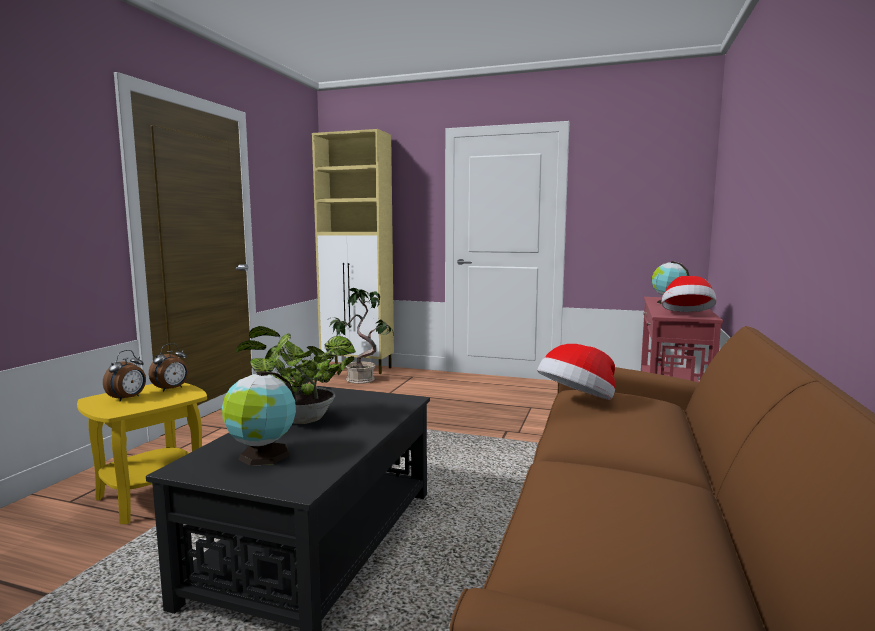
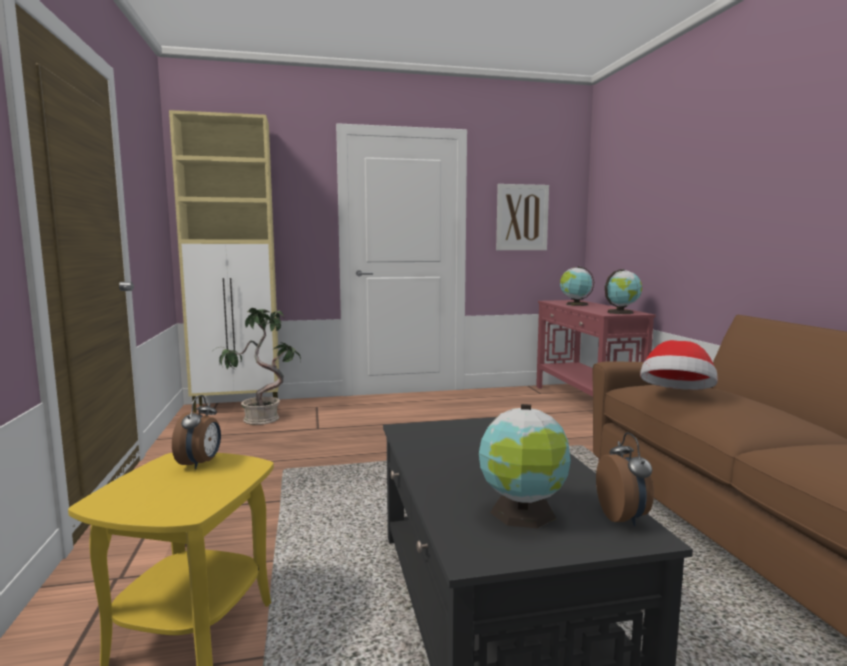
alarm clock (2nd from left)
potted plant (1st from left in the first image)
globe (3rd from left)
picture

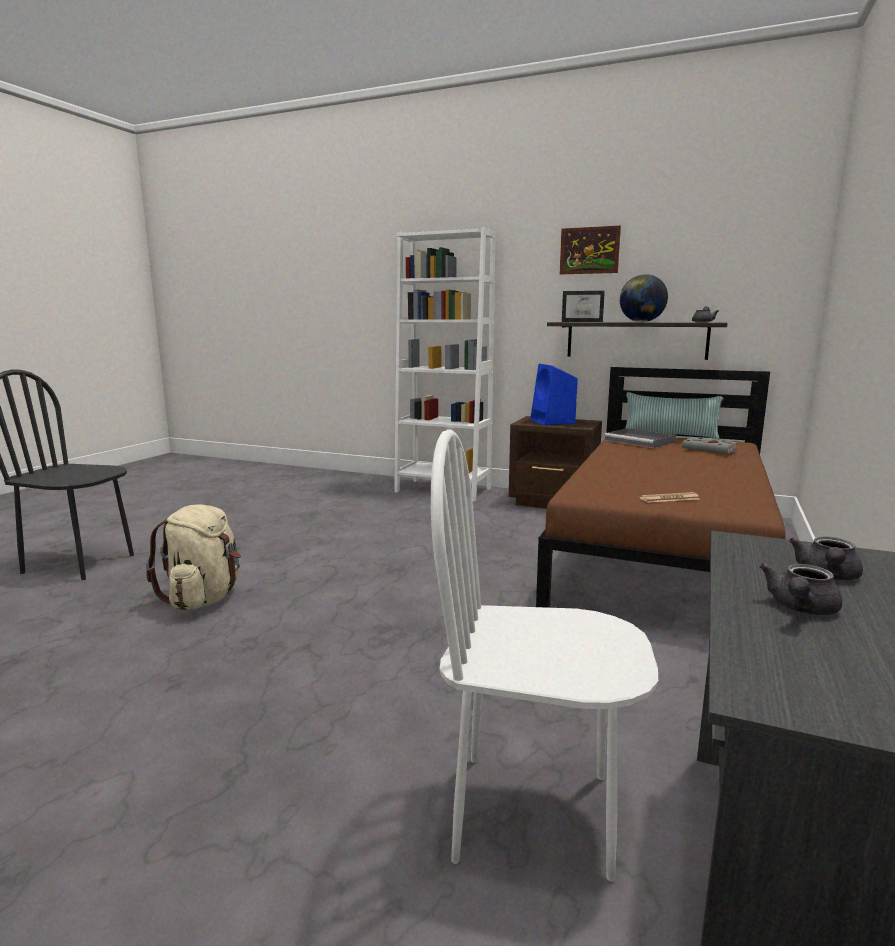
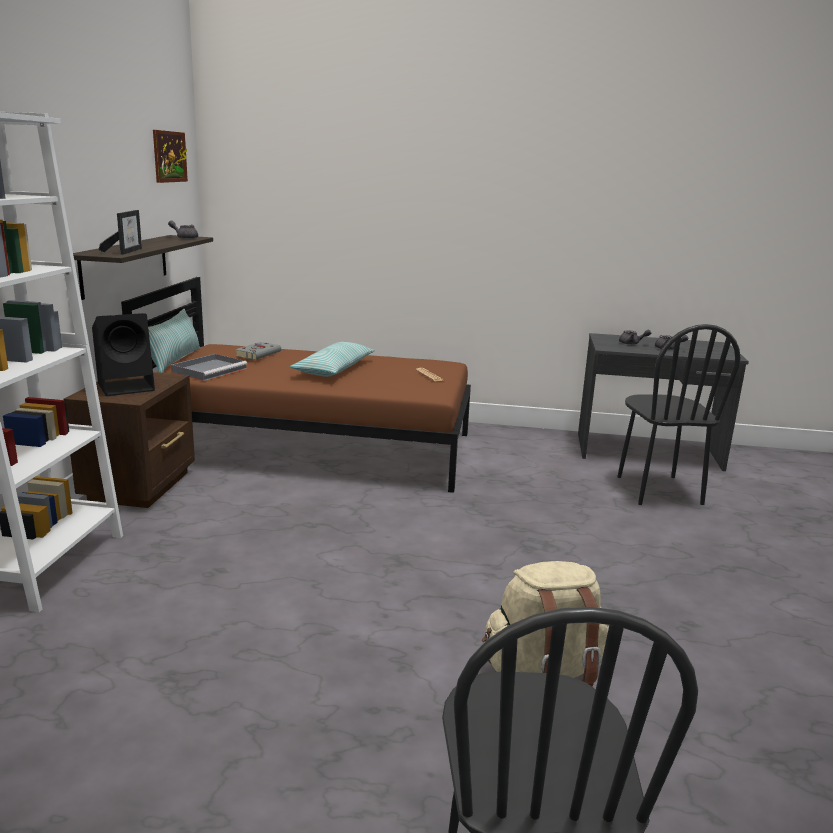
black chair (2nd from left)
black speaker
picture
globe
pillow (2nd from left)

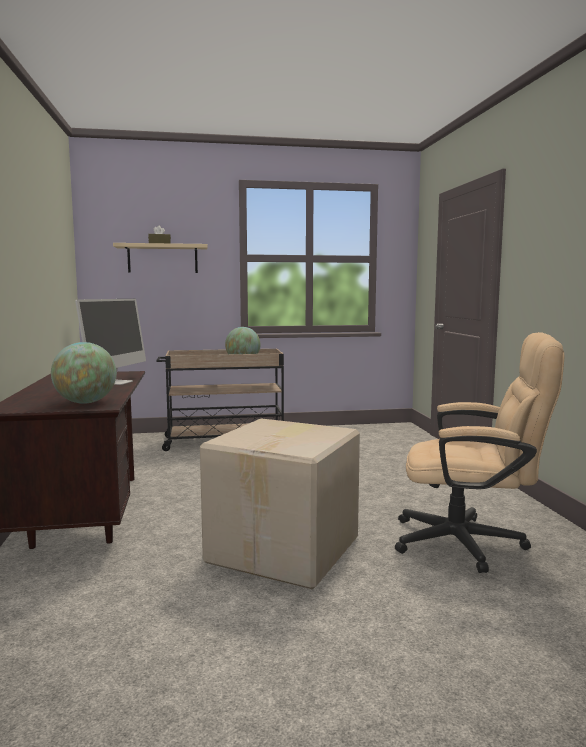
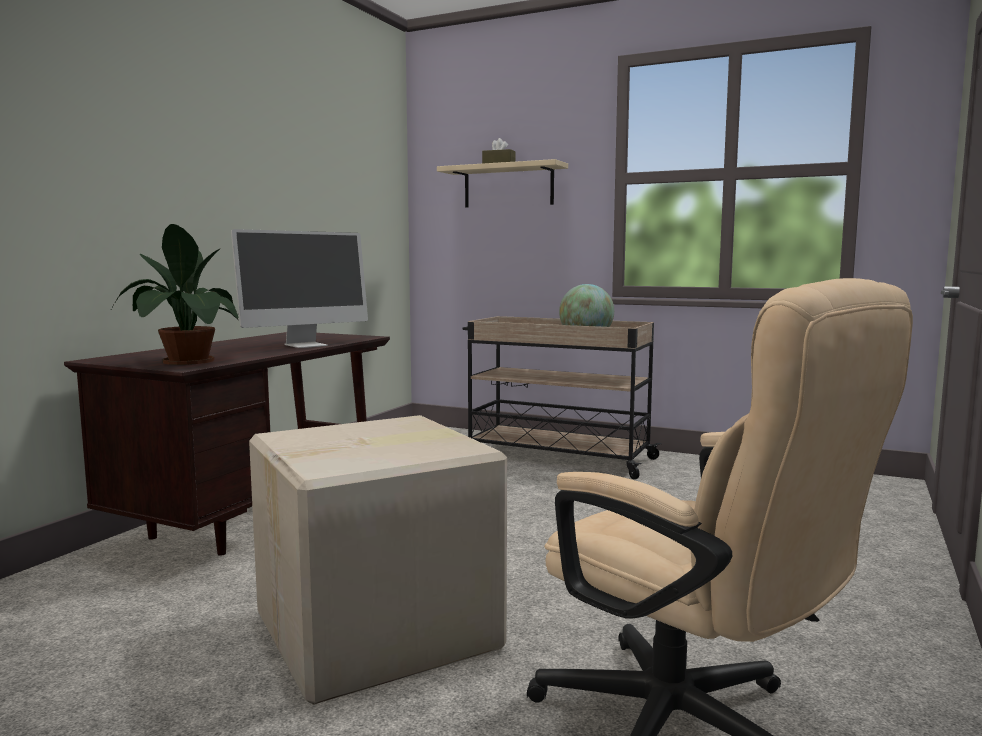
potted plant

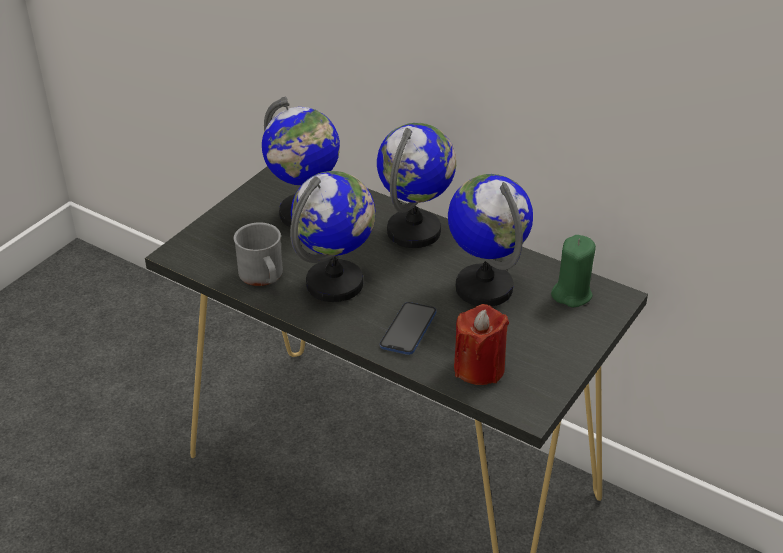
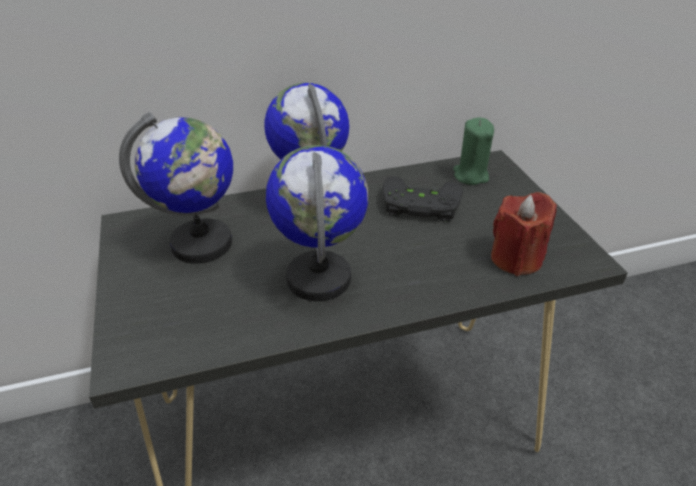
grey mug
phone
black game controller

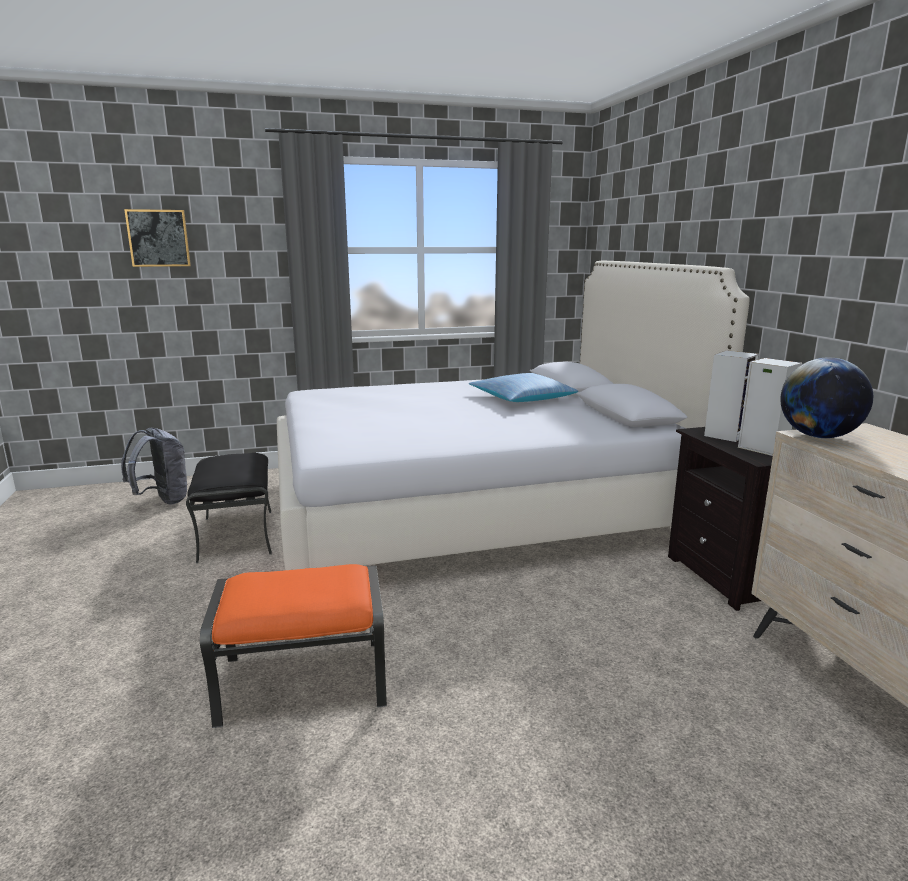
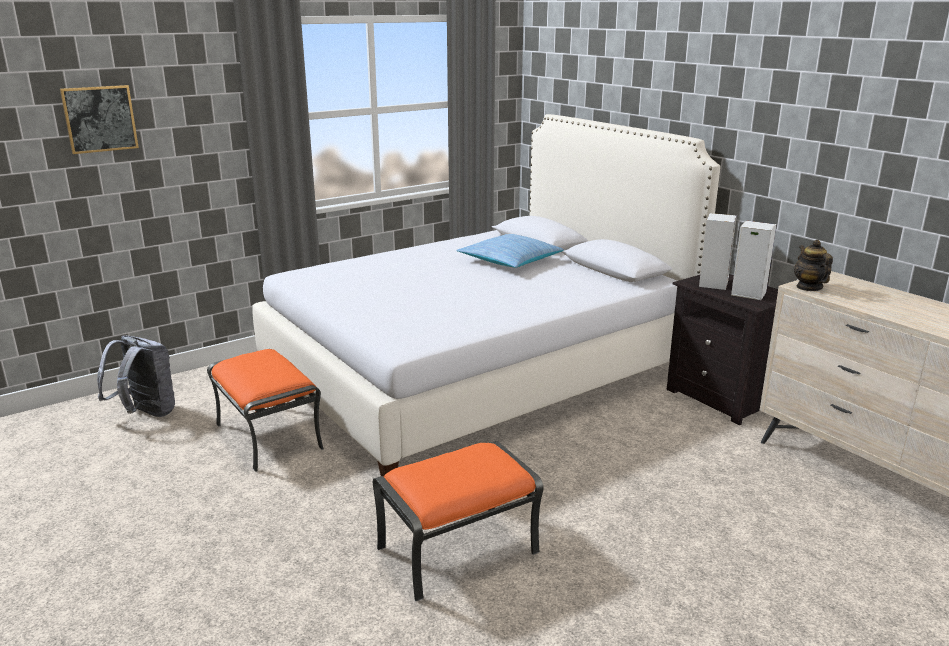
orange ottoman (1st from left)
teapot

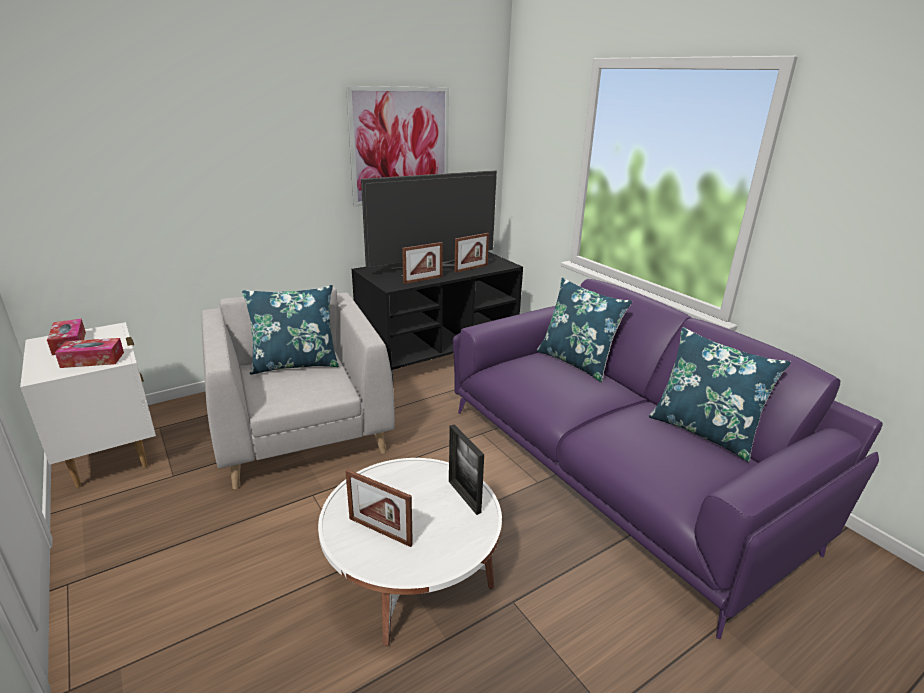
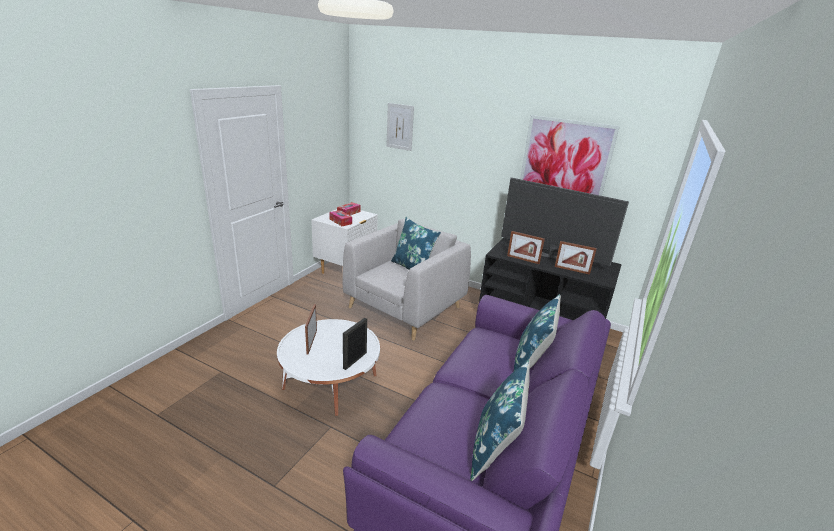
picture (1st from left)

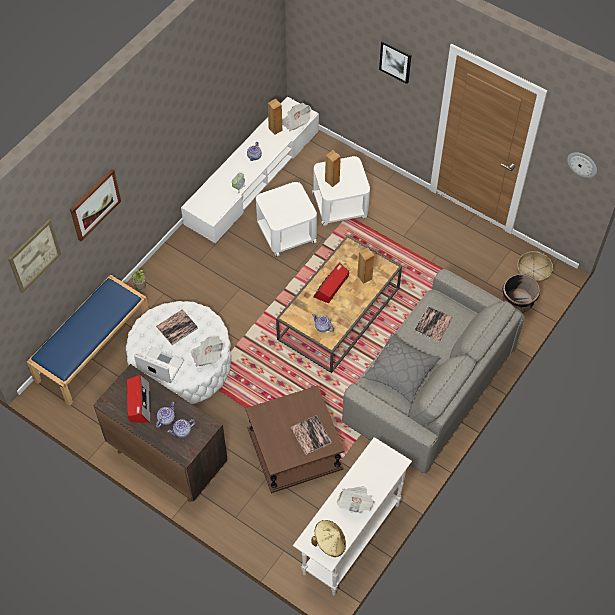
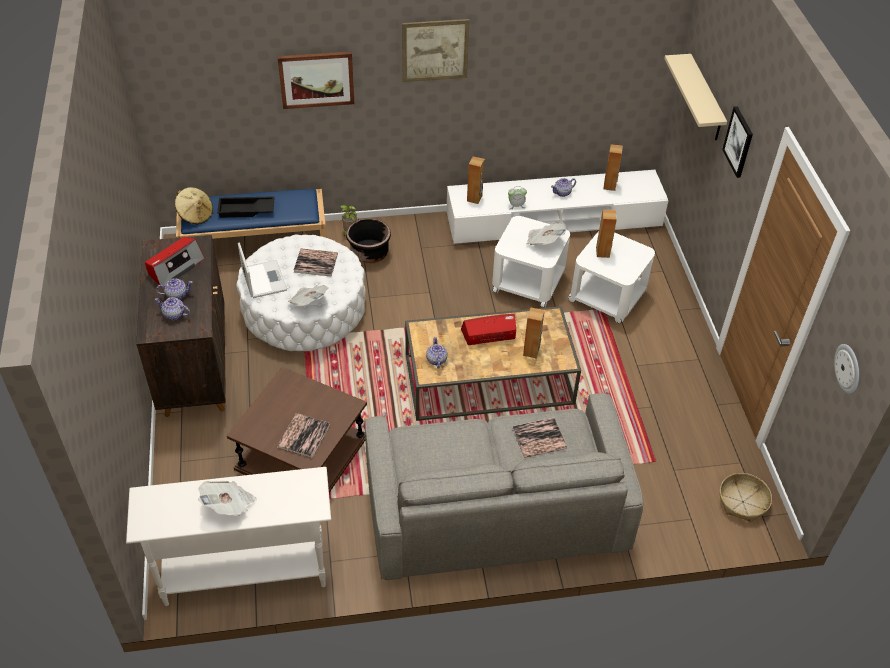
picture (2nd from left)
newspaper (3rd from left)
beige hat
grey pillow
black planter
black tray
brown speaker (1st from left)
beige shelf

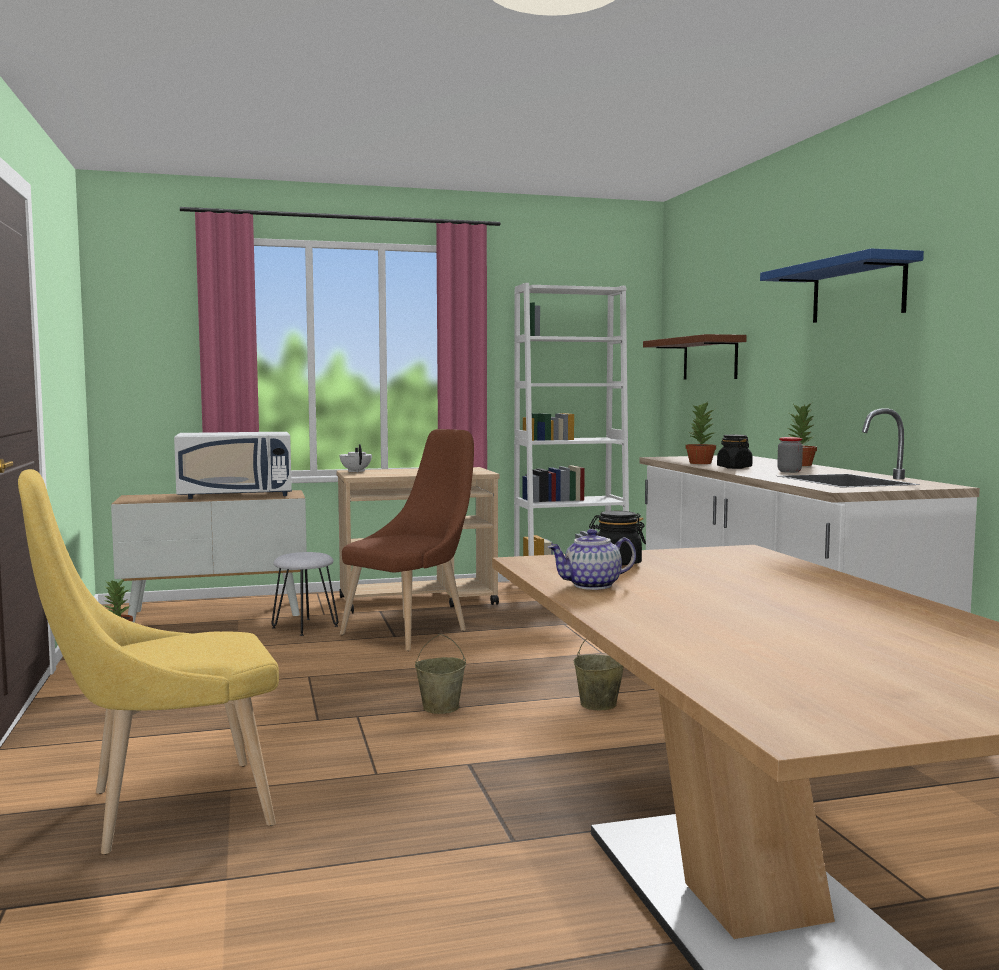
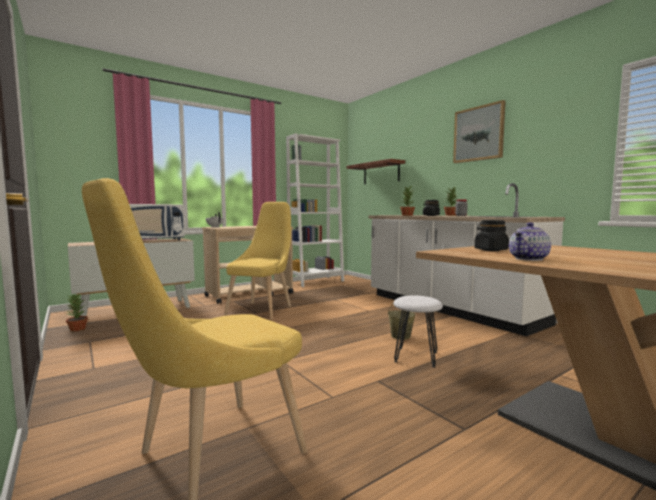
white stool
yellow chair (2nd from left)
beige bucket (1st from left in the first image)
picture

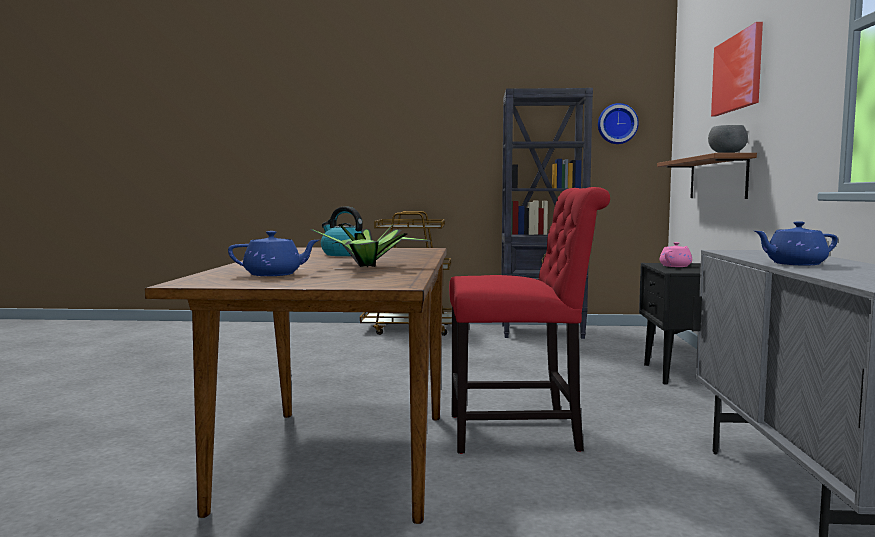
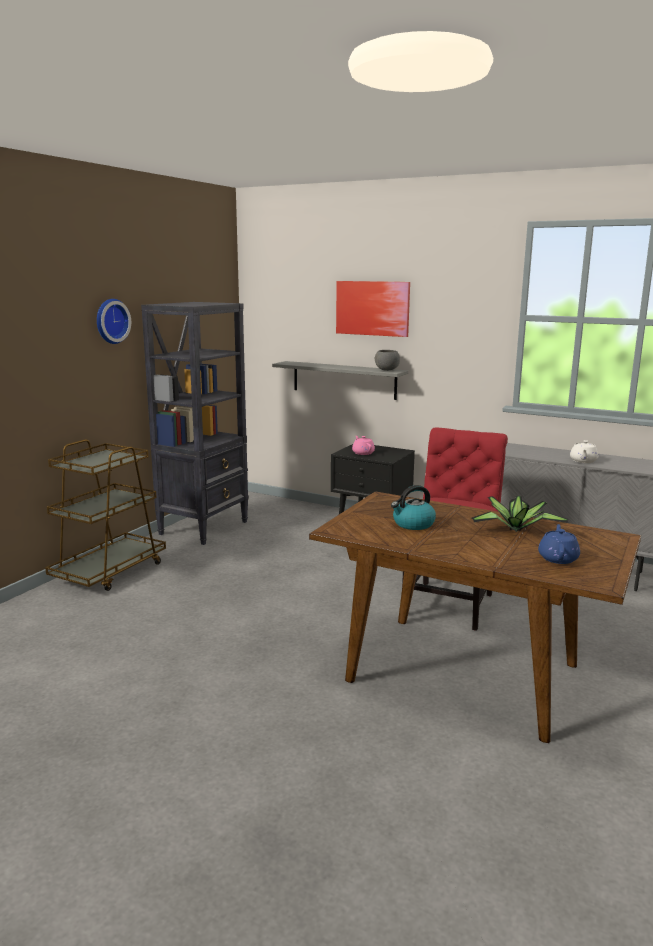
wall clock
grey shelf
white teapot

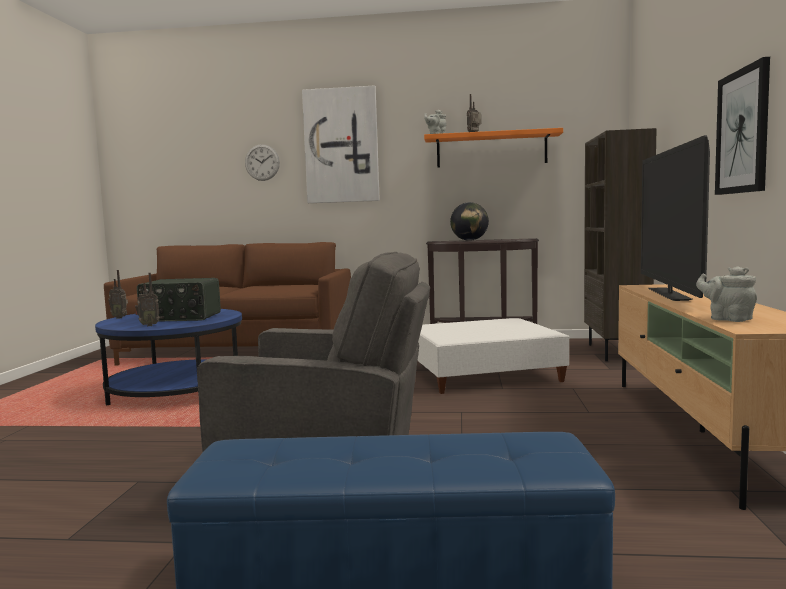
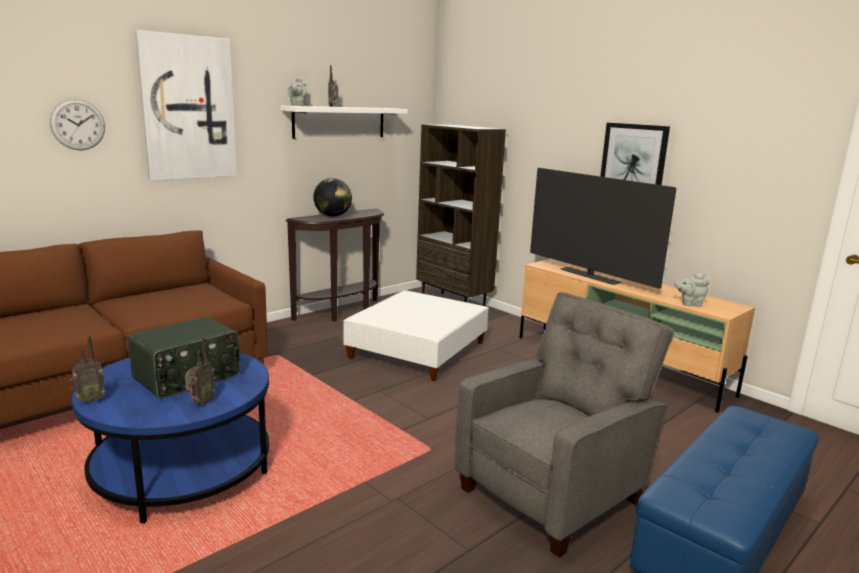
white shelf

